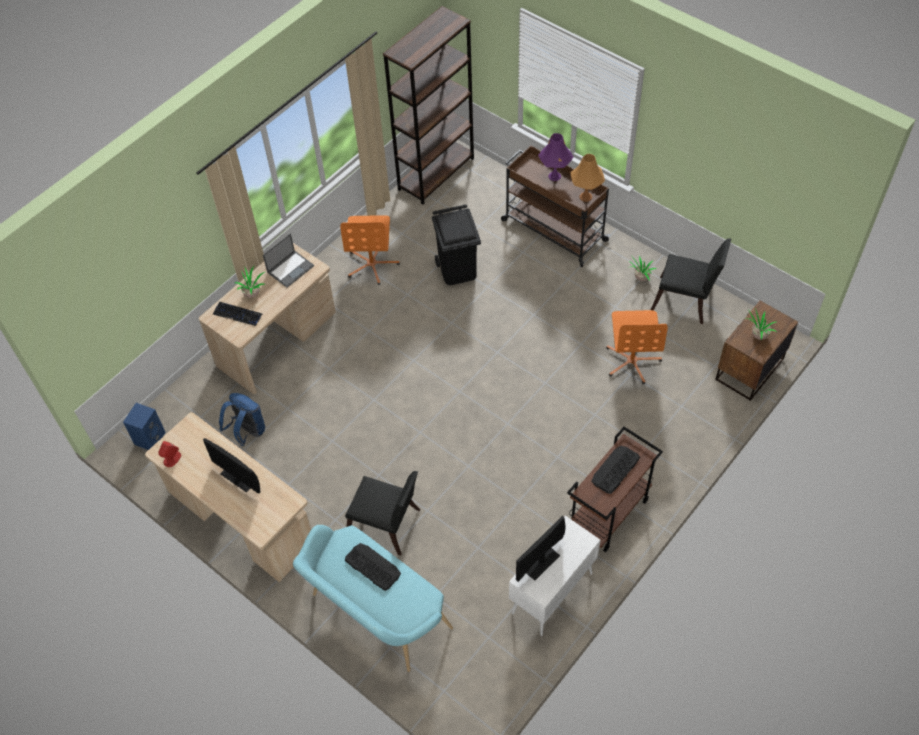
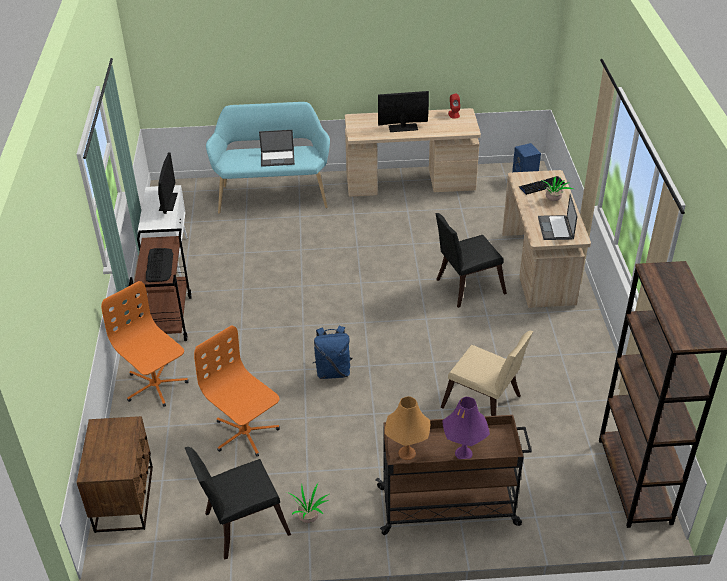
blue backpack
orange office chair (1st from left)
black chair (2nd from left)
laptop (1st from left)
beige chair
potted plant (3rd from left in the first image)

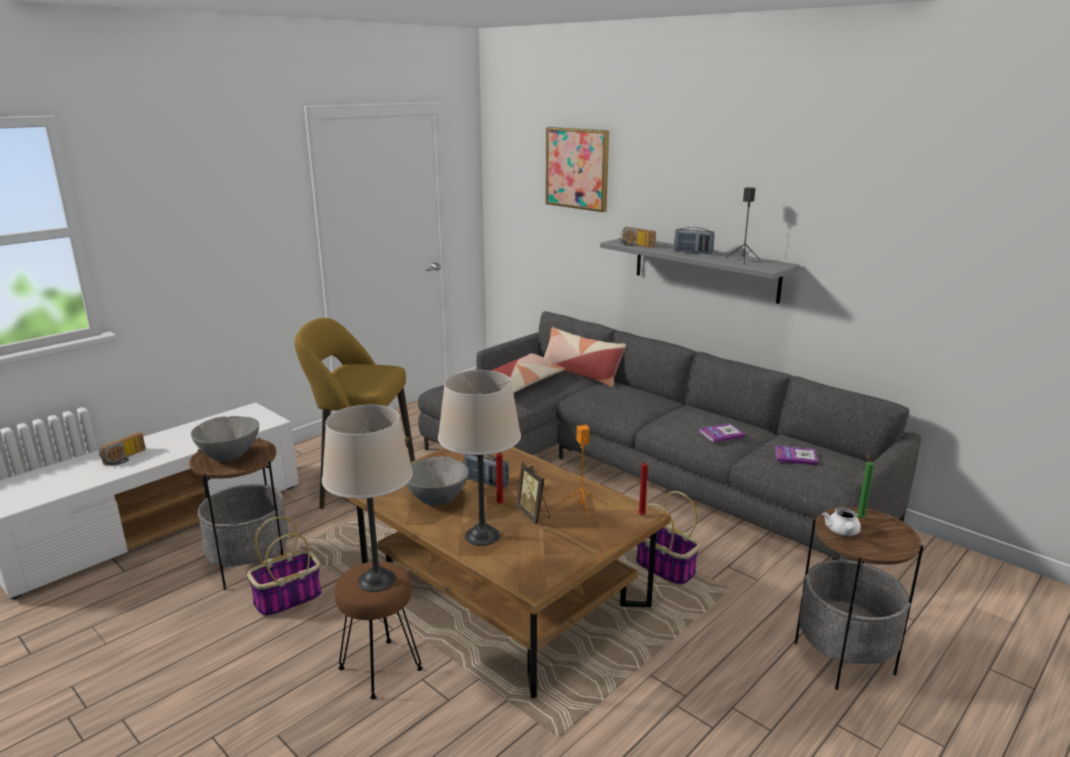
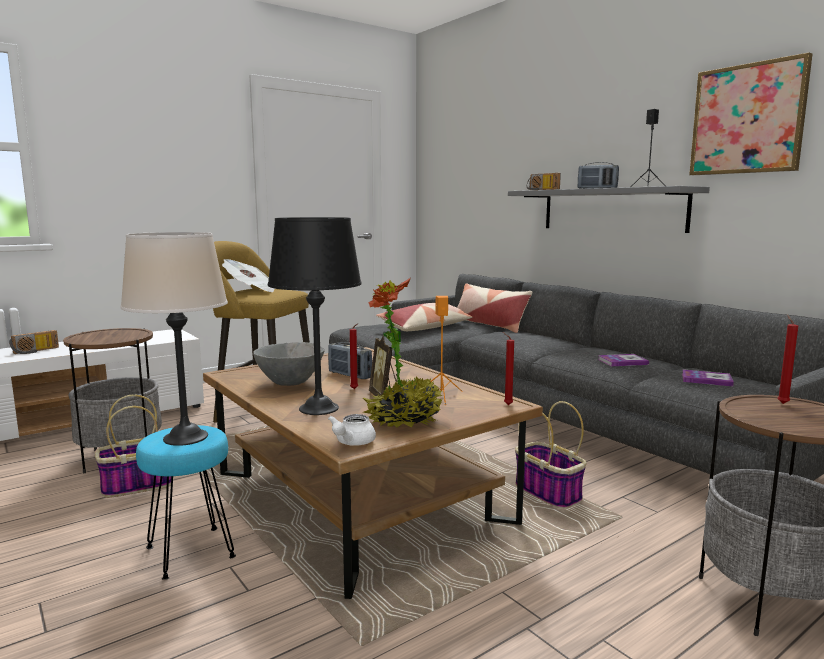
grey bowl (1st from left in the first image)
turquoise stool
black table lamp
picture
white teapot
red candle (3rd from left)
newspaper
potted plant

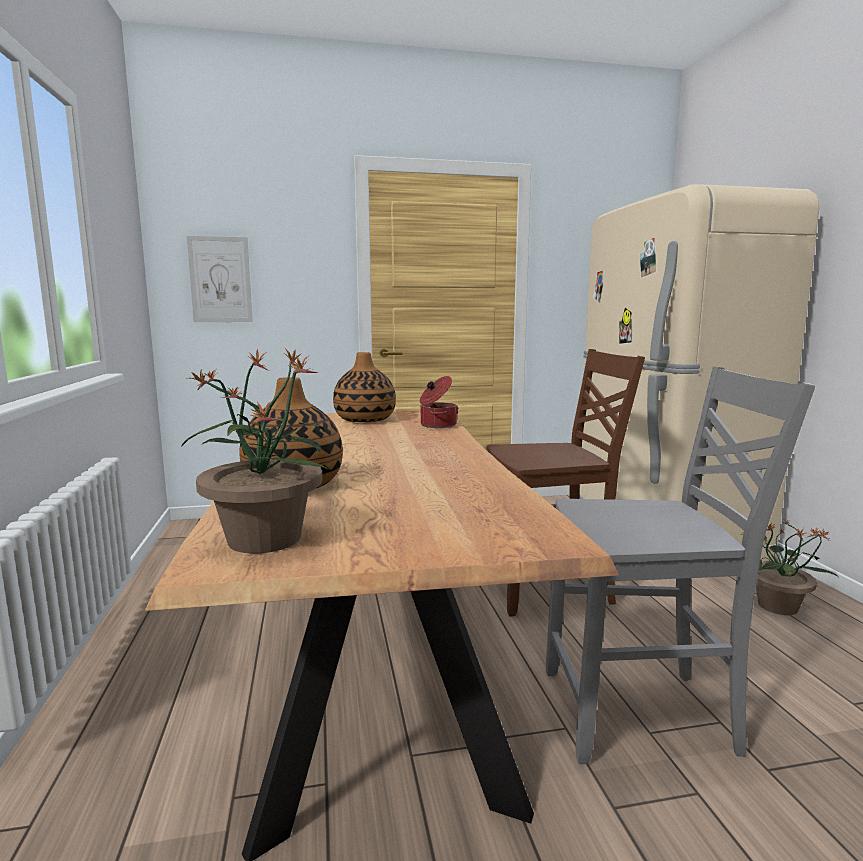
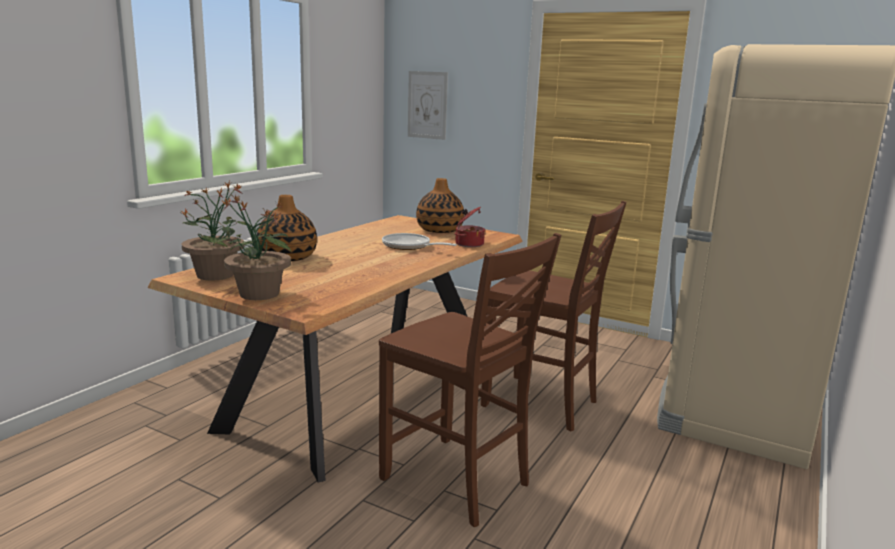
brown chair (1st from left)
potted plant (2nd from left)
frying pan

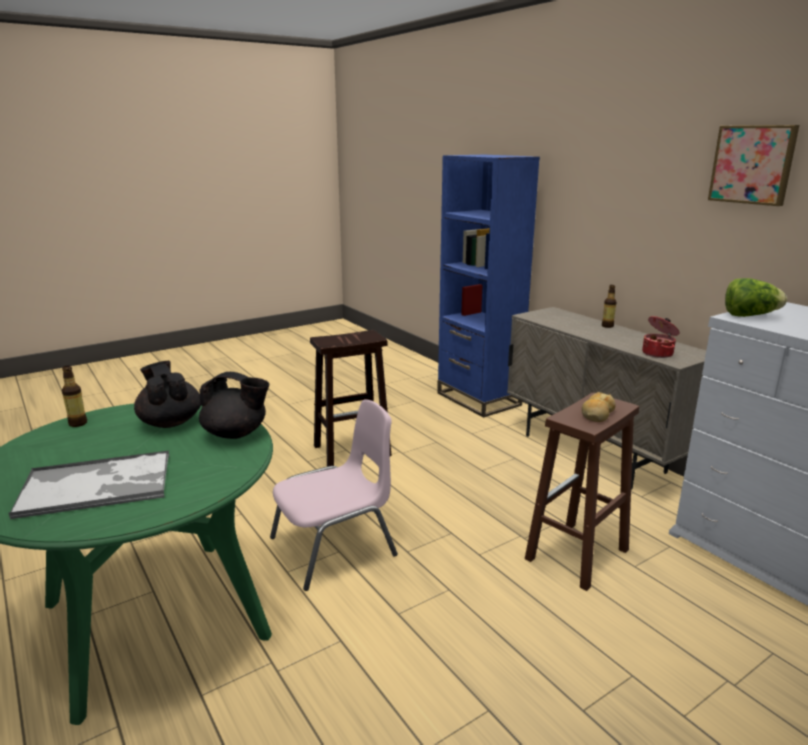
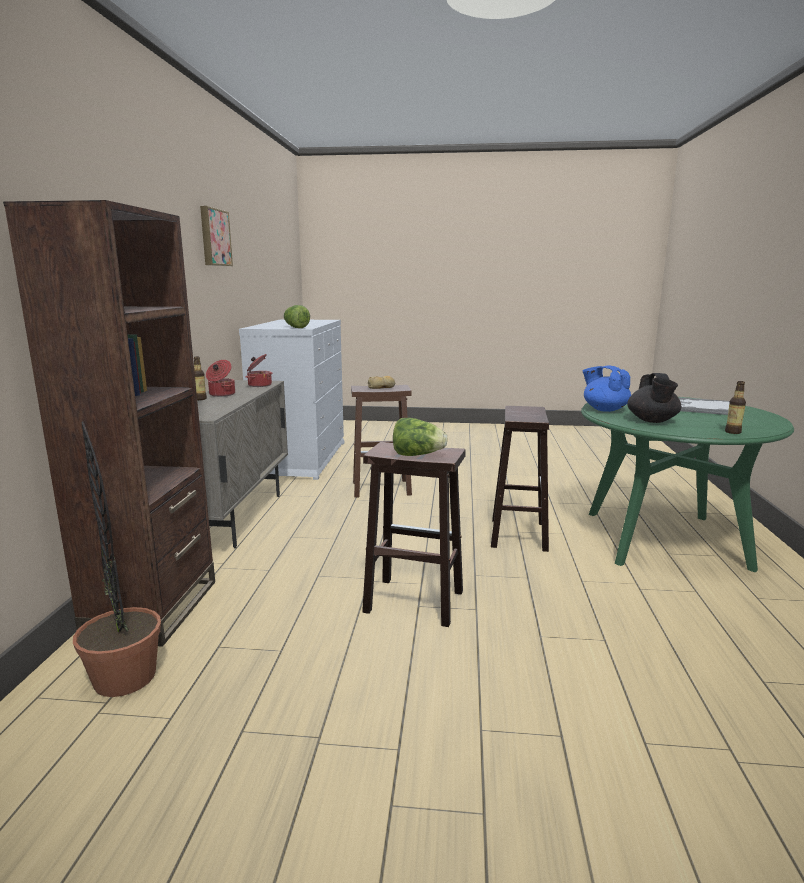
blue teapot
brown stool (3rd from left)
brown bookcase
potted plant
cooking pot (1st from left)
lettuce (2nd from left)

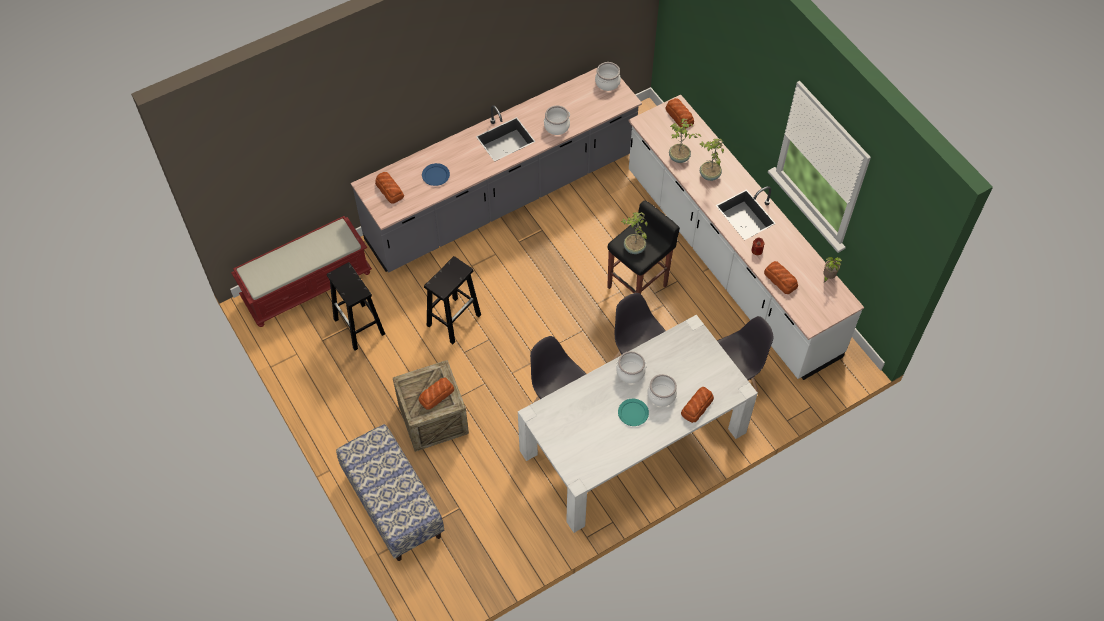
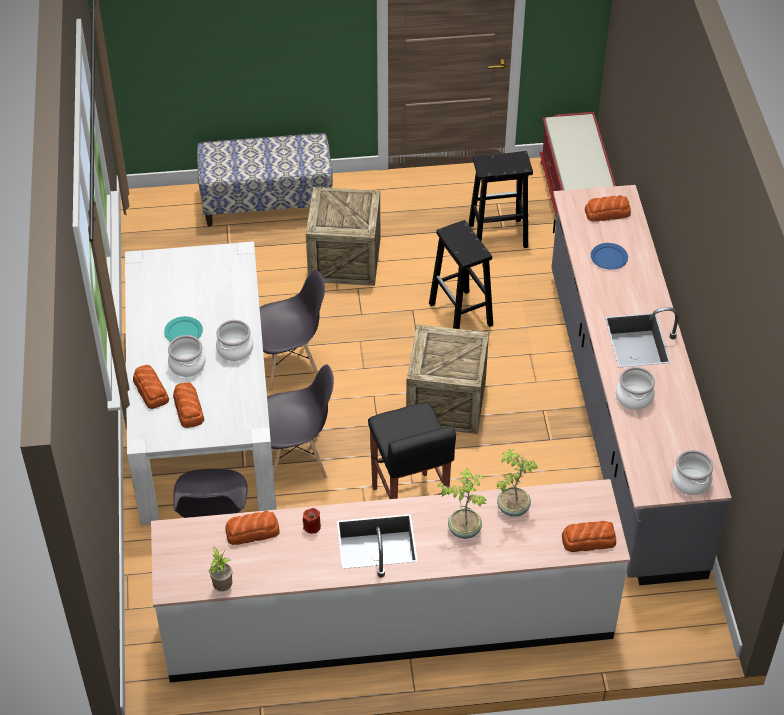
bread (2nd from left)
potted plant (1st from left in the first image)
crate (2nd from left)

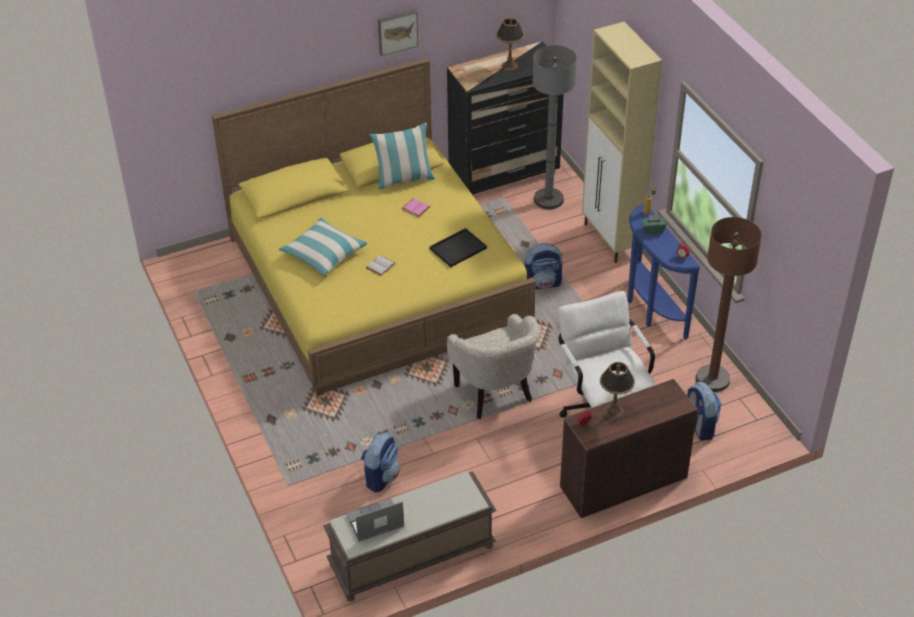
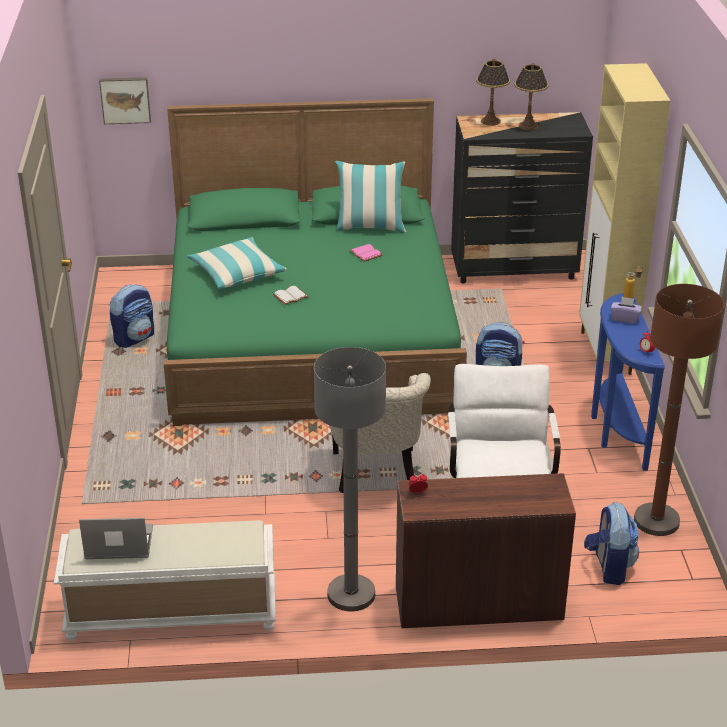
green bed
white bench
backpack (1st from left)
picture
black tray
grey floor lamp
table lamp (1st from left)
purple tissue box

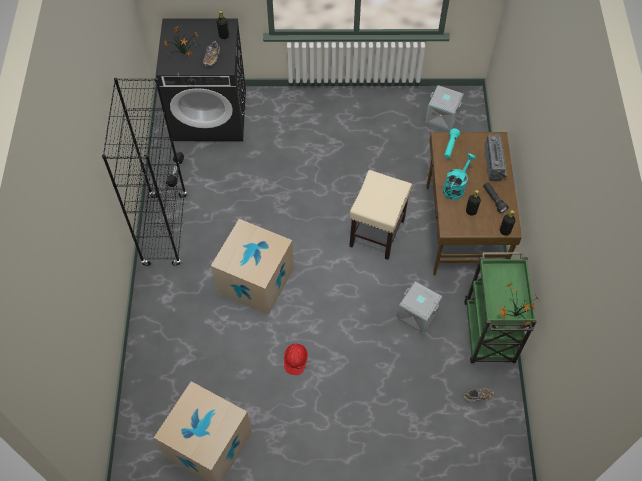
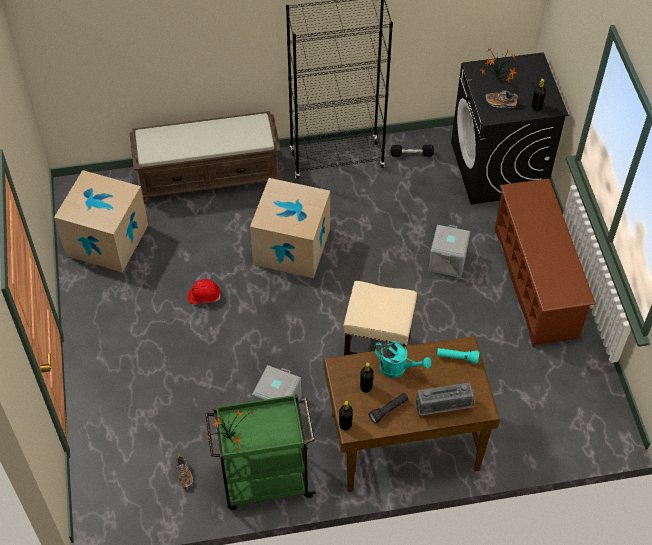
grey storage box (2nd from left)
brown bench
brown shoe rack

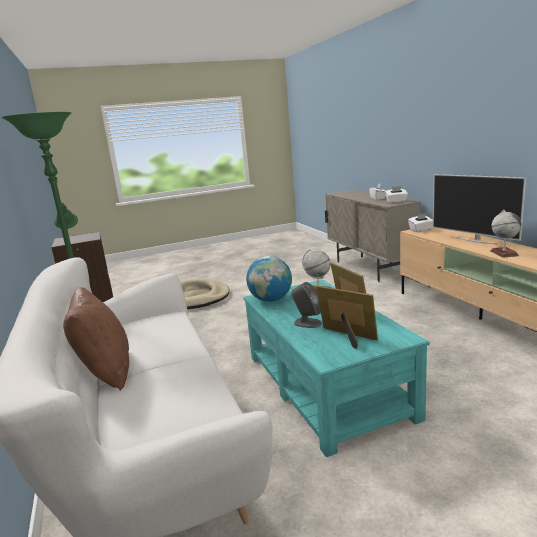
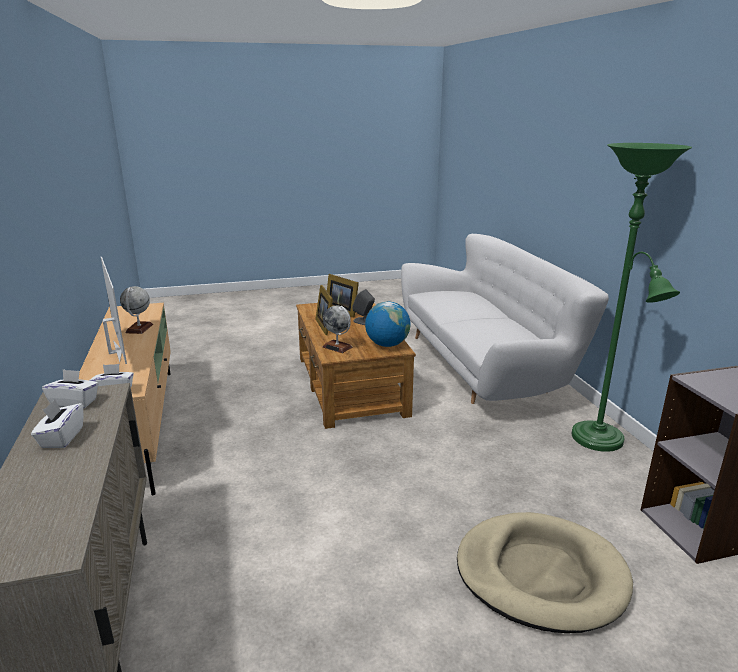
brown pillow
brown coffee table

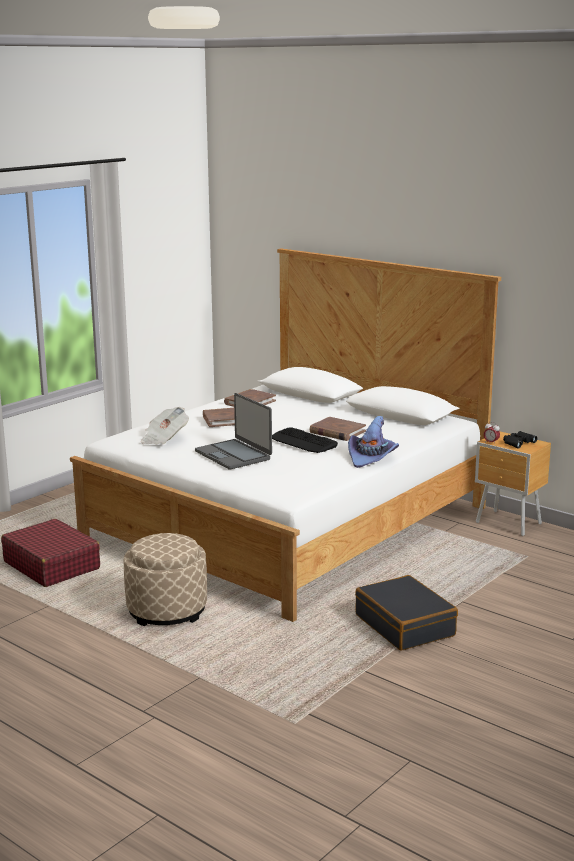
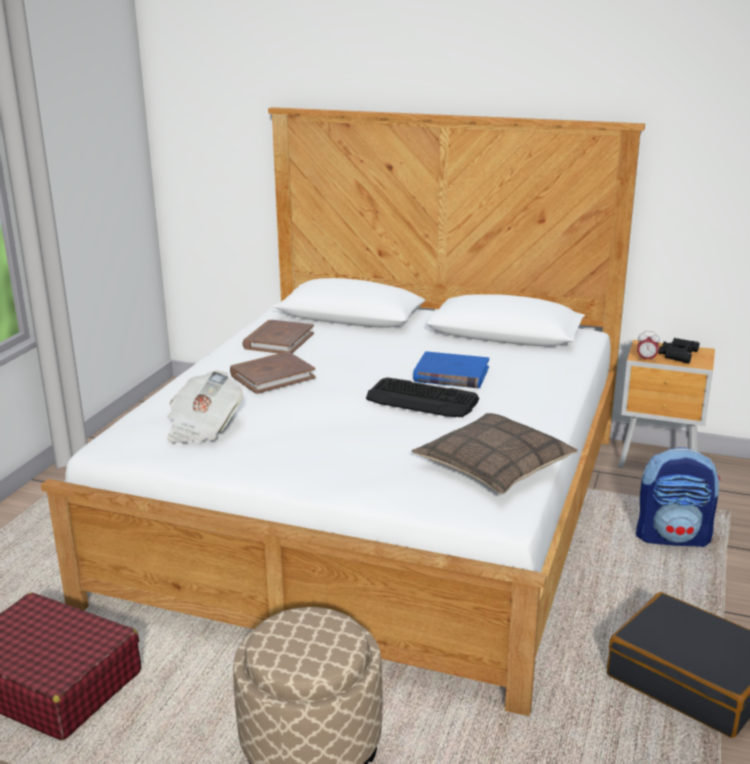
laptop
blue book
purple hat
pillow
backpack

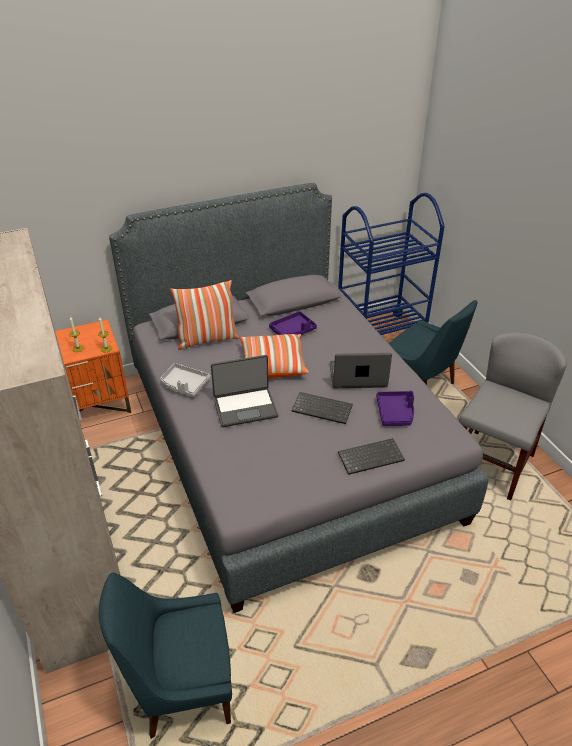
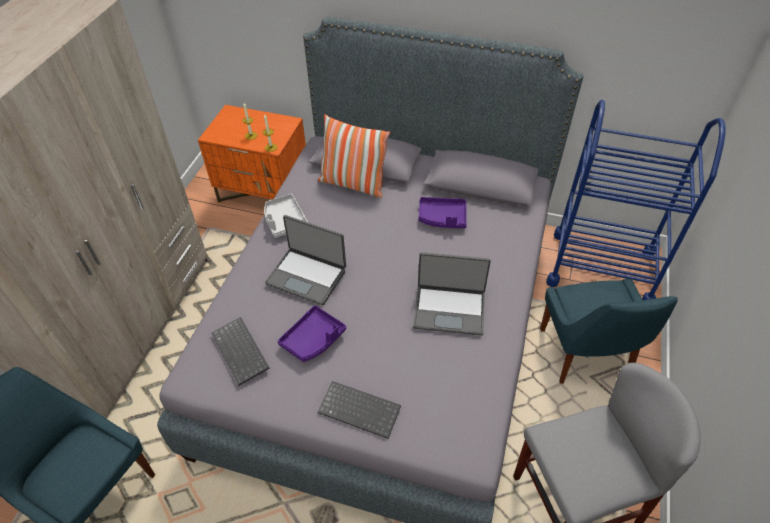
pillow (2nd from left in the first image)
keyboard (1st from left)
laptop (2nd from left)
purple tray (1st from left)

